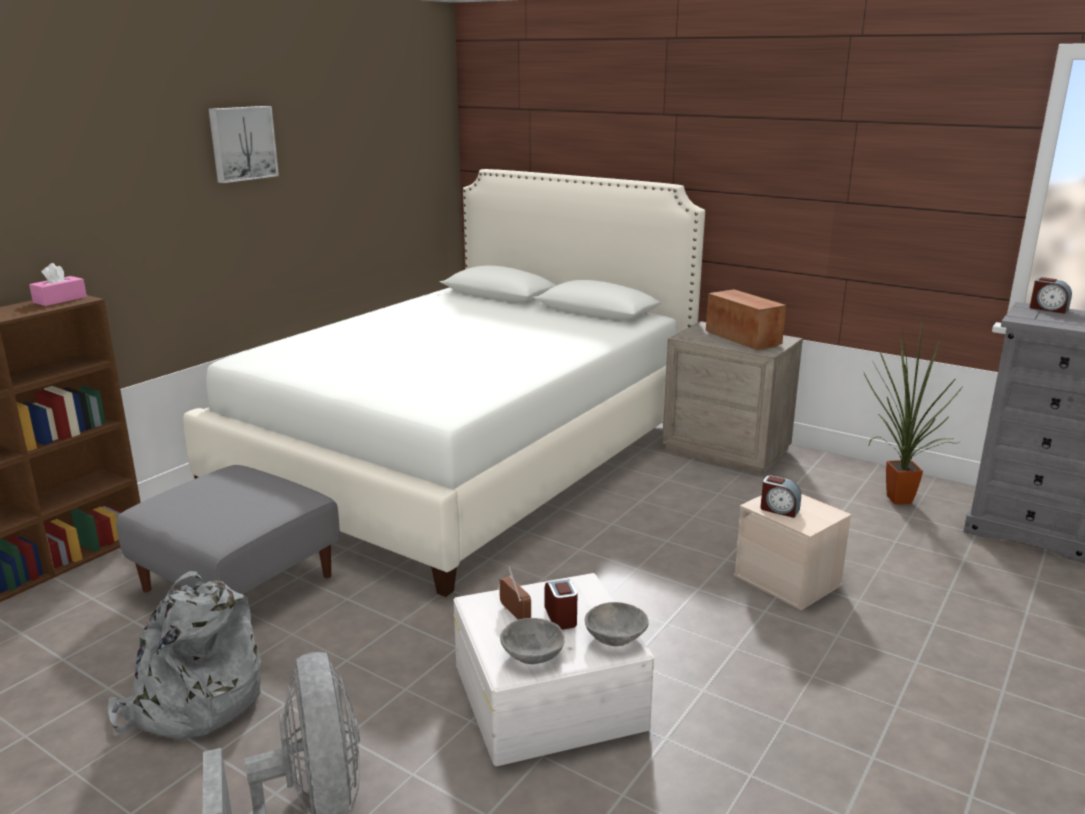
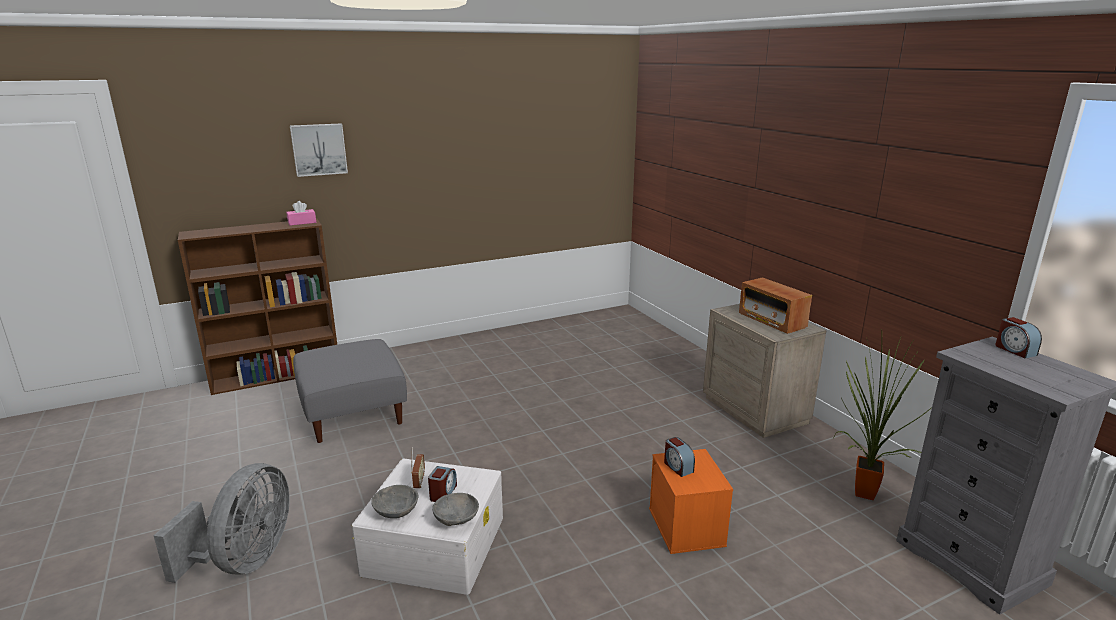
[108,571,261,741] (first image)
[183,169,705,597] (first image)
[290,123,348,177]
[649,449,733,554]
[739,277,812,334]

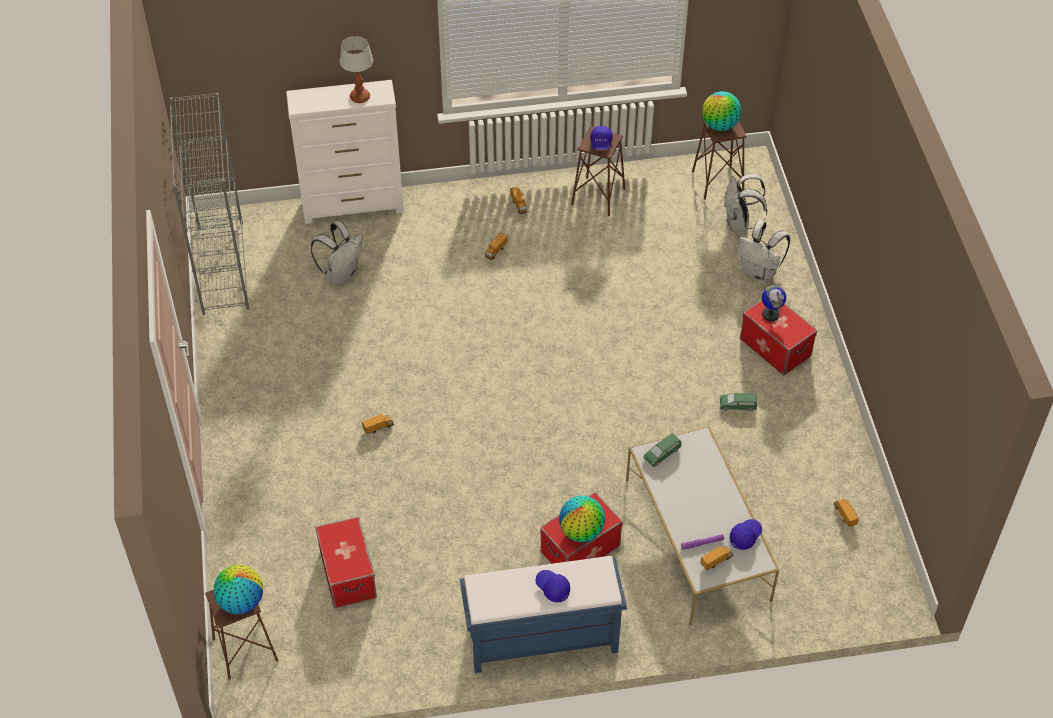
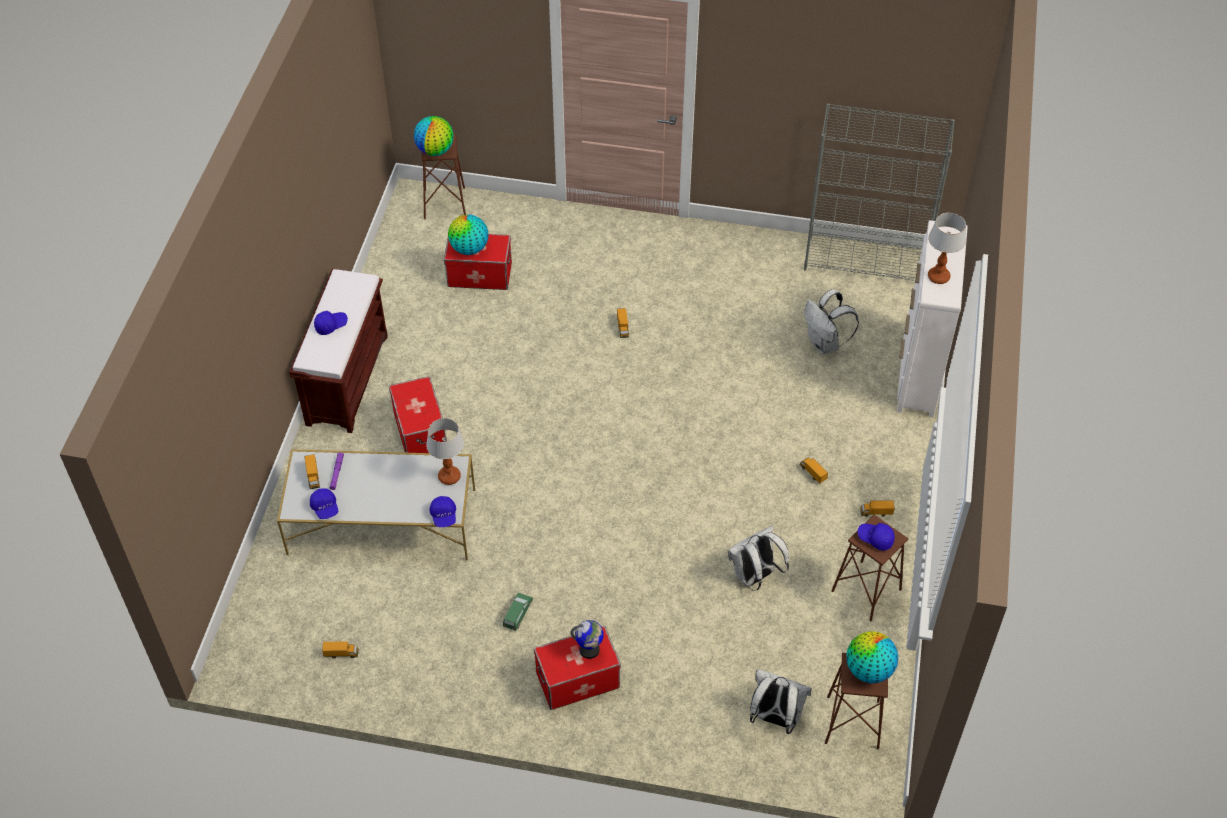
[429,496,456,527]
[448,214,489,255]
[728,526,789,591]
[426,418,464,485]
[289,269,388,433]

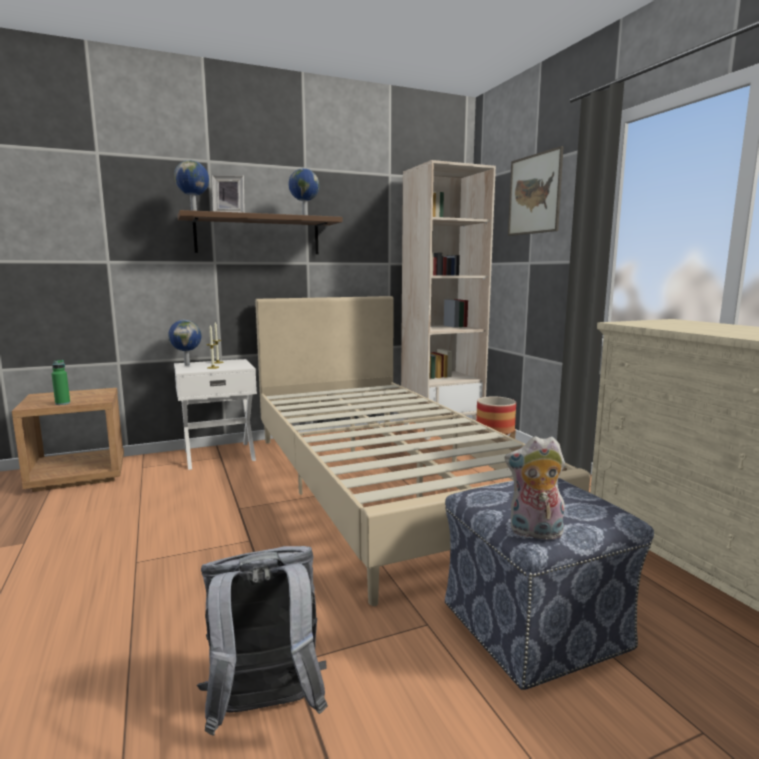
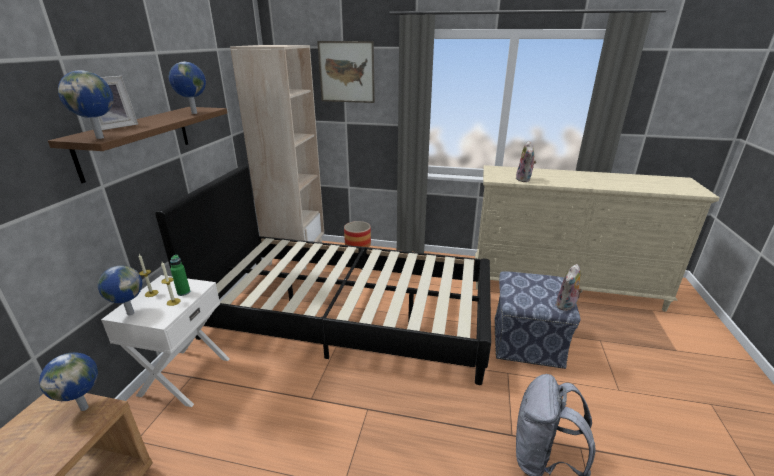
[39,352,98,411]
[516,141,536,182]
[170,255,190,296]
[155,165,491,385]

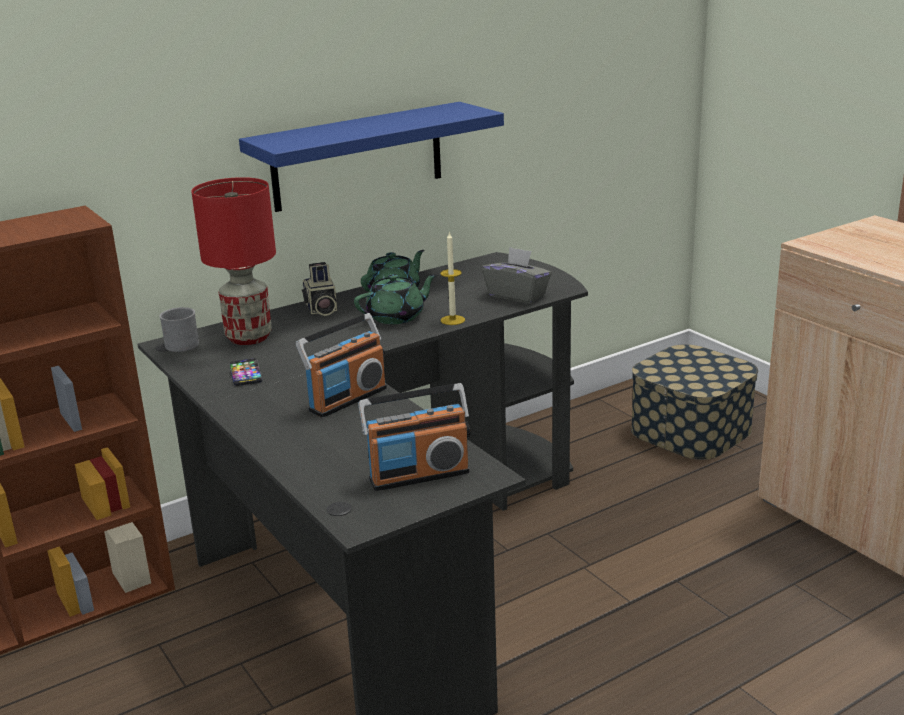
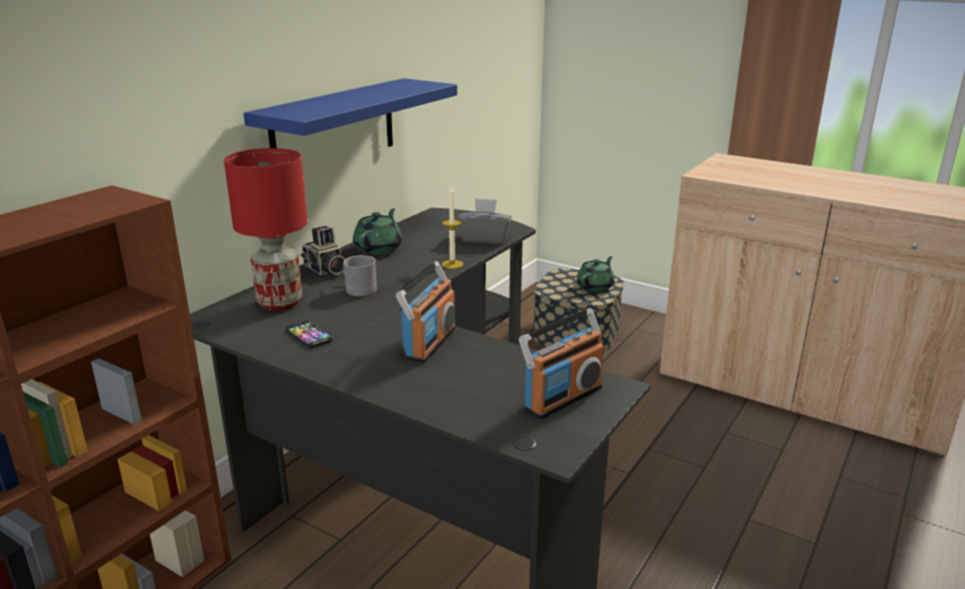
[343,255,377,296]
[577,256,614,292]

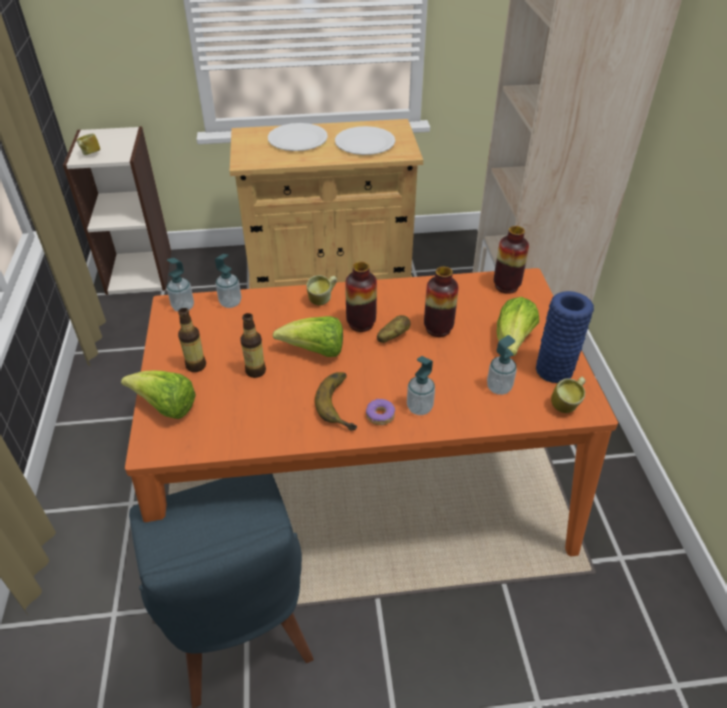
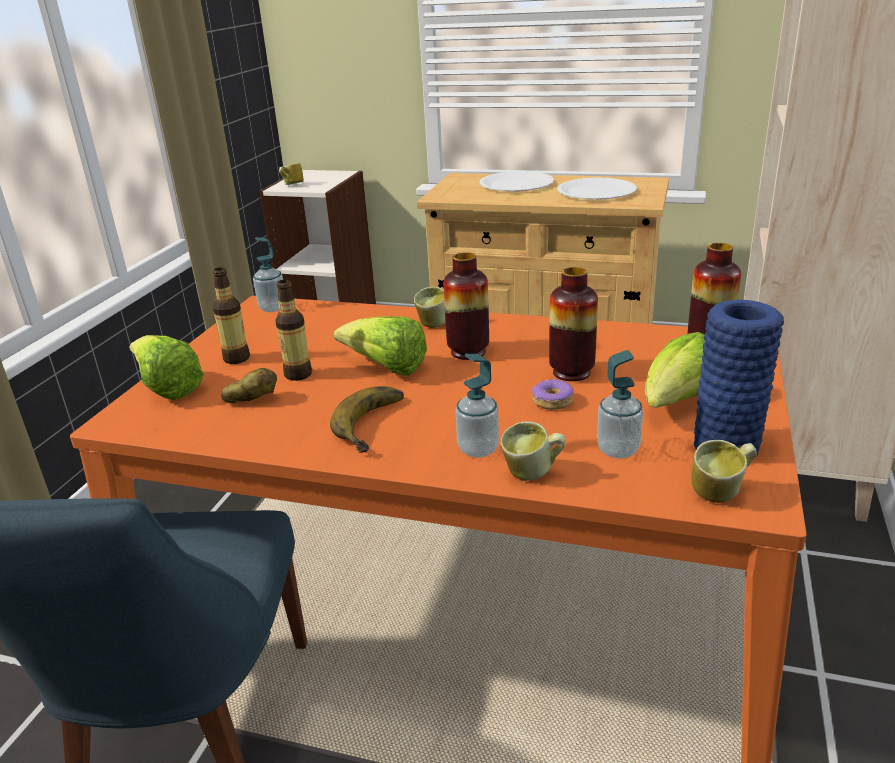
[215,254,241,308] (first image)
[500,421,566,481]
[532,379,574,410]
[221,368,277,403]

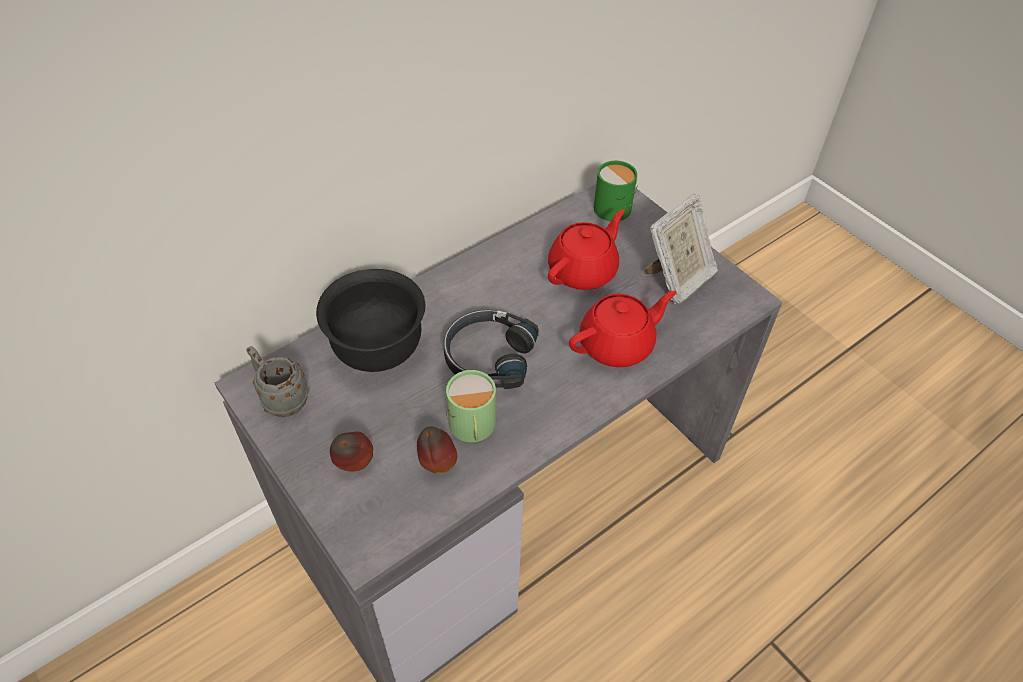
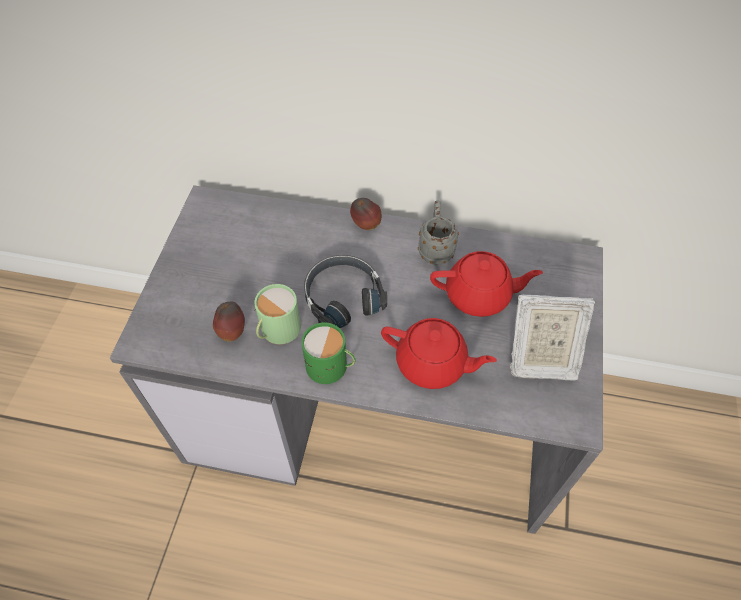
[316,269,425,372] (first image)
[418,200,459,265]
[350,198,381,230]
[302,322,356,384]

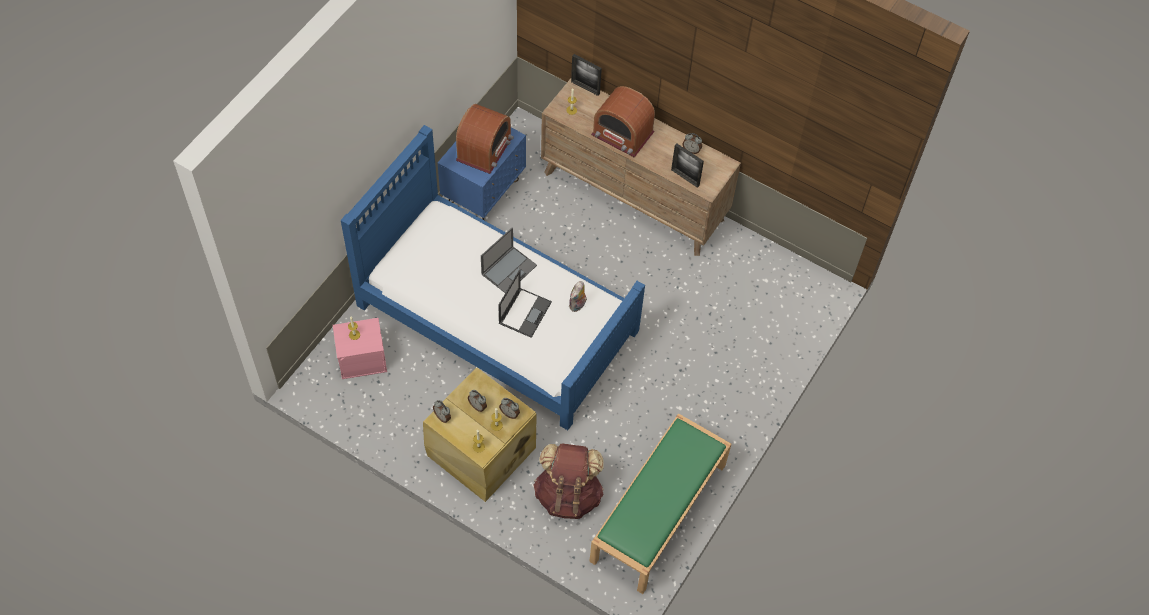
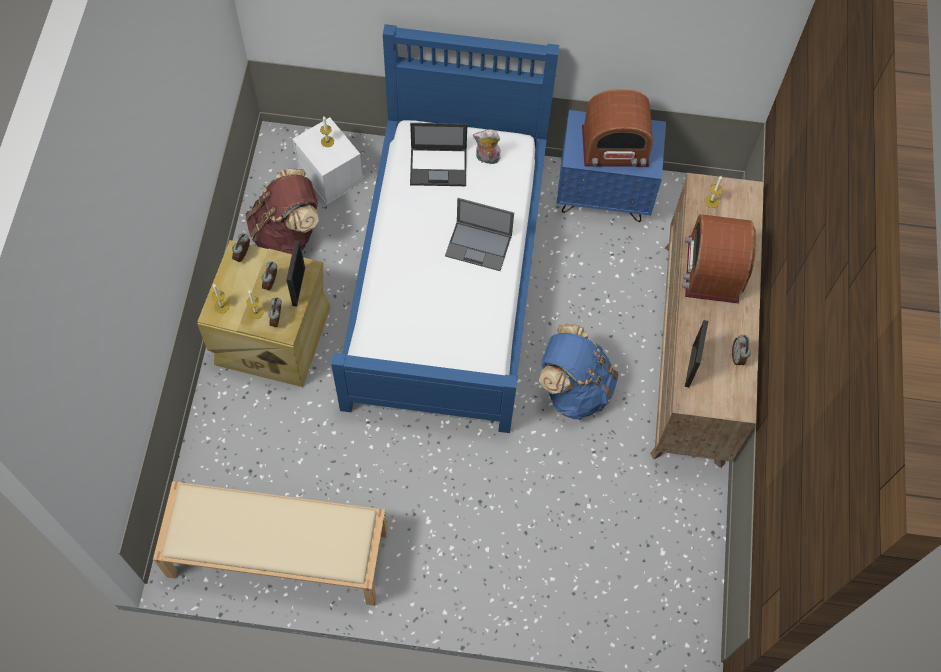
[539,324,618,420]
[410,123,467,186]
[245,169,319,254]
[473,129,501,164]
[286,240,305,306]
[292,117,363,204]
[153,481,388,606]

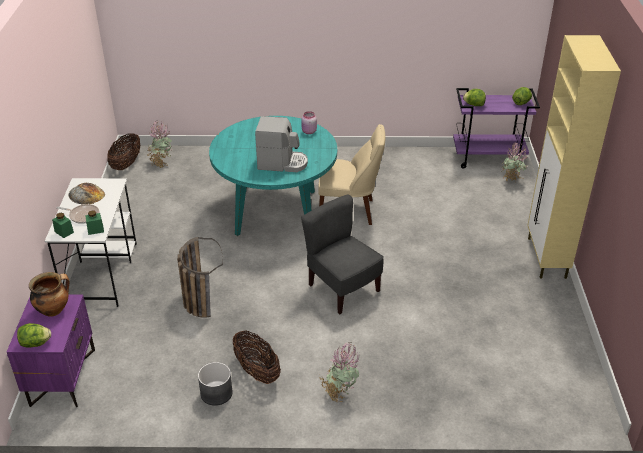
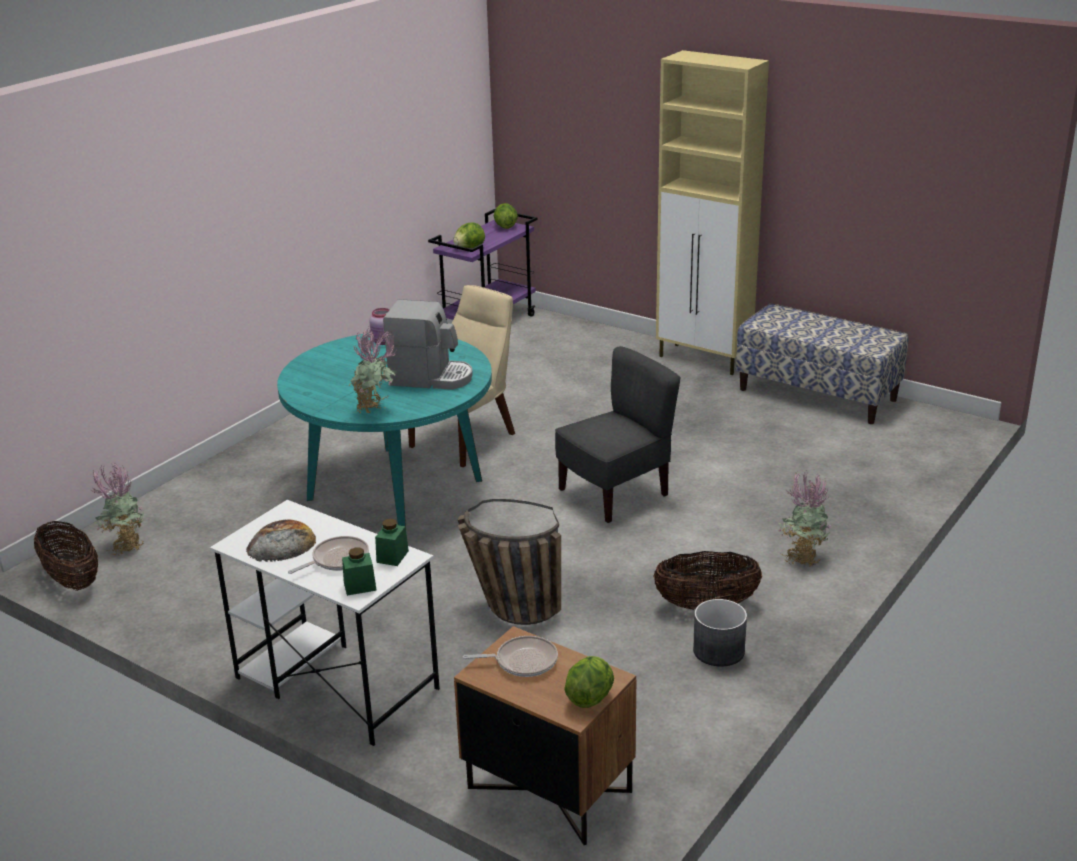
[736,304,909,424]
[349,327,396,413]
[463,636,558,677]
[454,626,636,845]
[383,299,472,390]
[555,346,680,523]

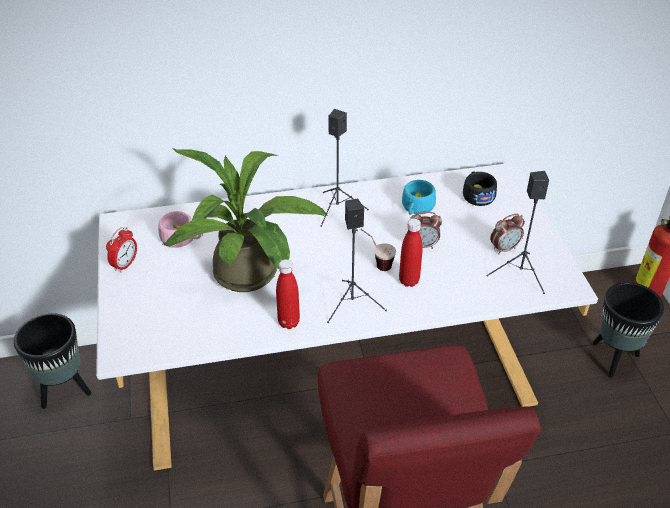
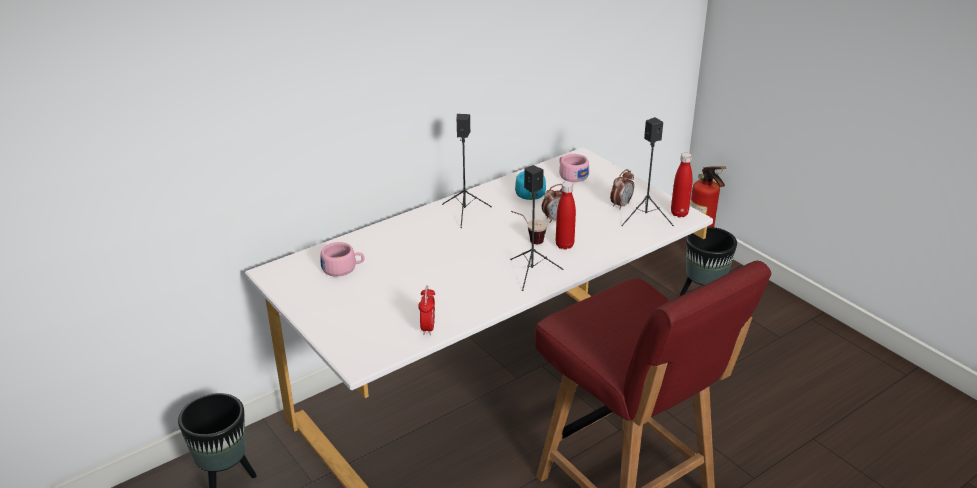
[163,148,328,292] (first image)
[418,285,435,335]
[671,153,692,217]
[559,154,589,182]

